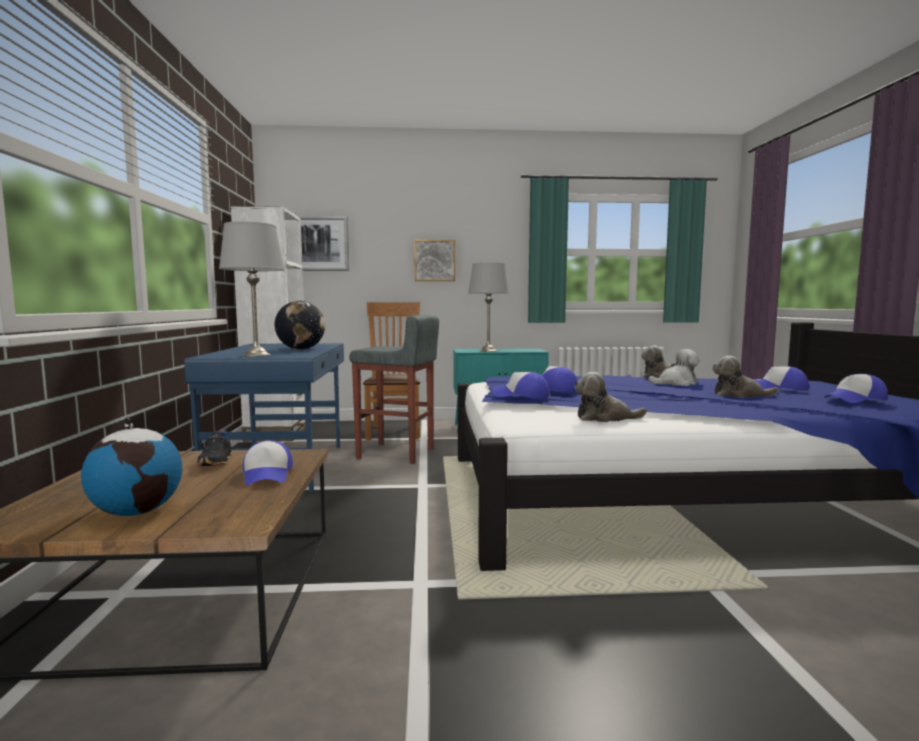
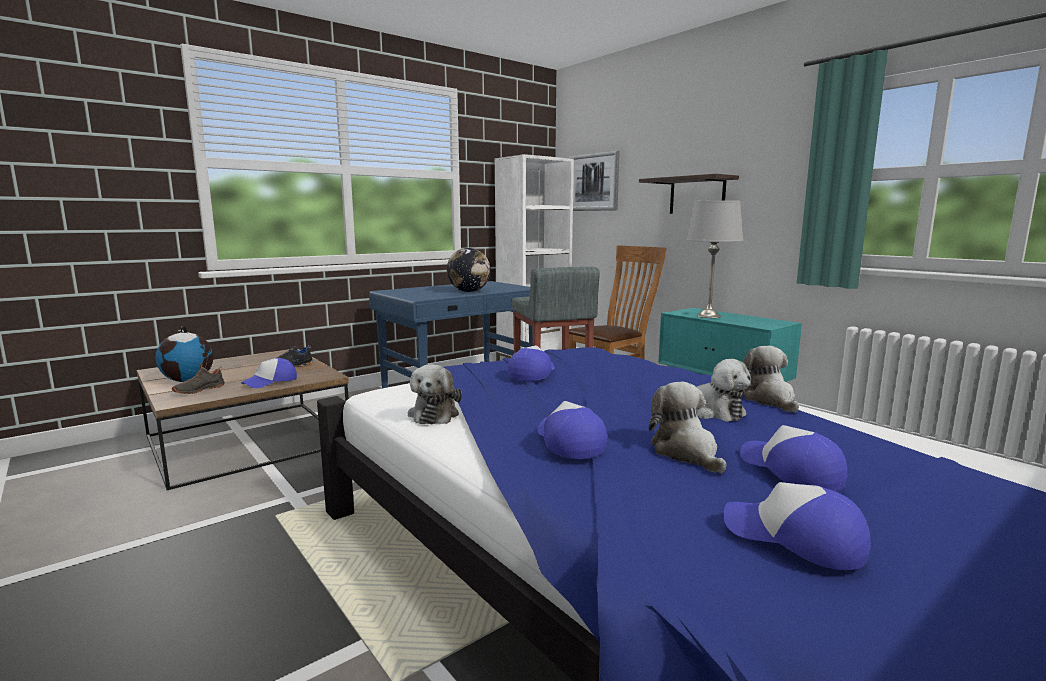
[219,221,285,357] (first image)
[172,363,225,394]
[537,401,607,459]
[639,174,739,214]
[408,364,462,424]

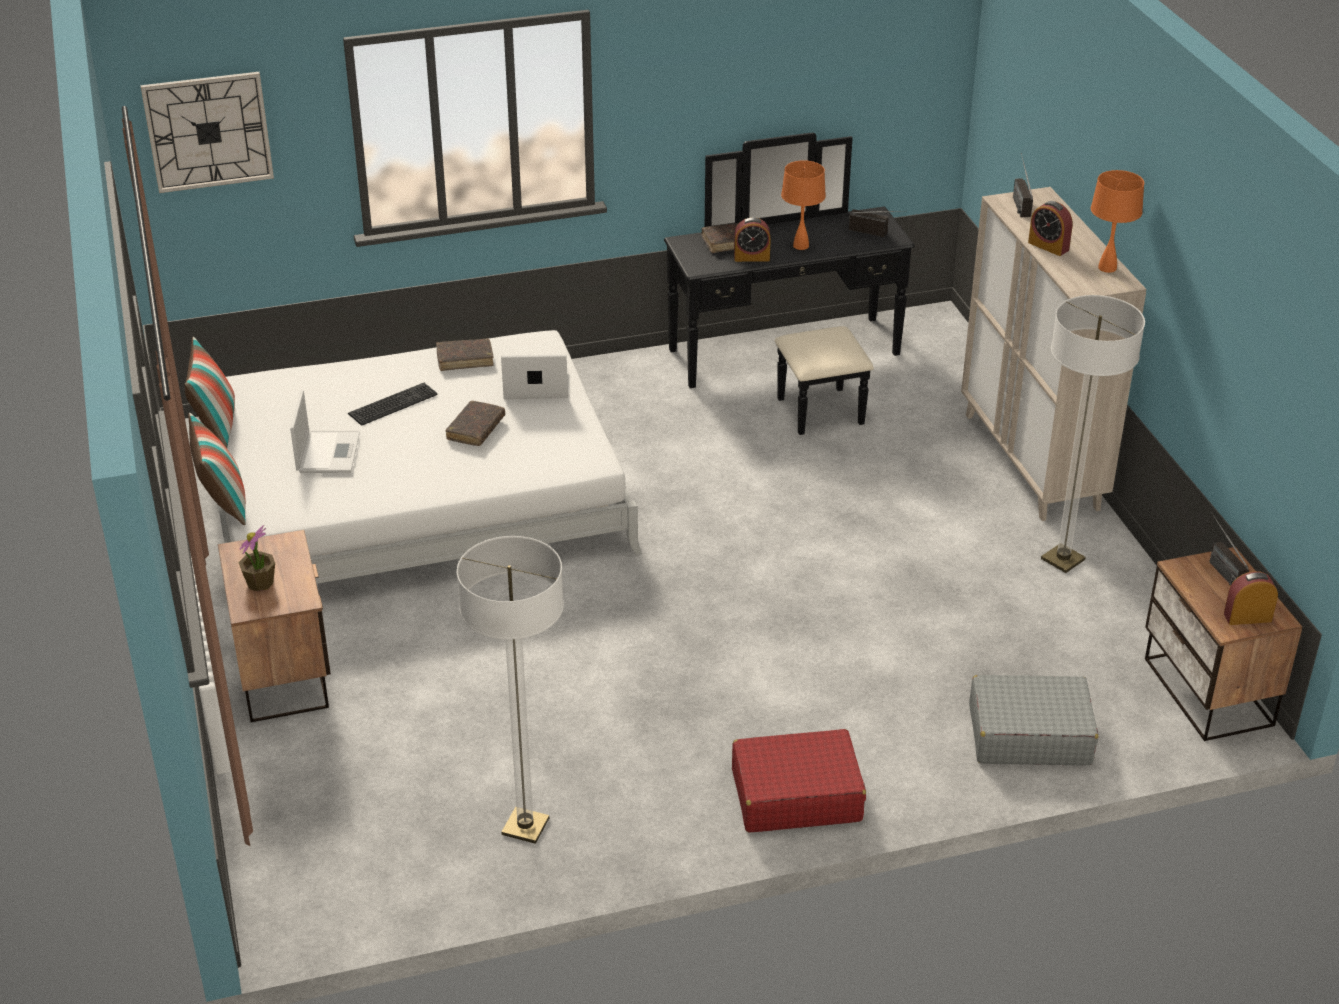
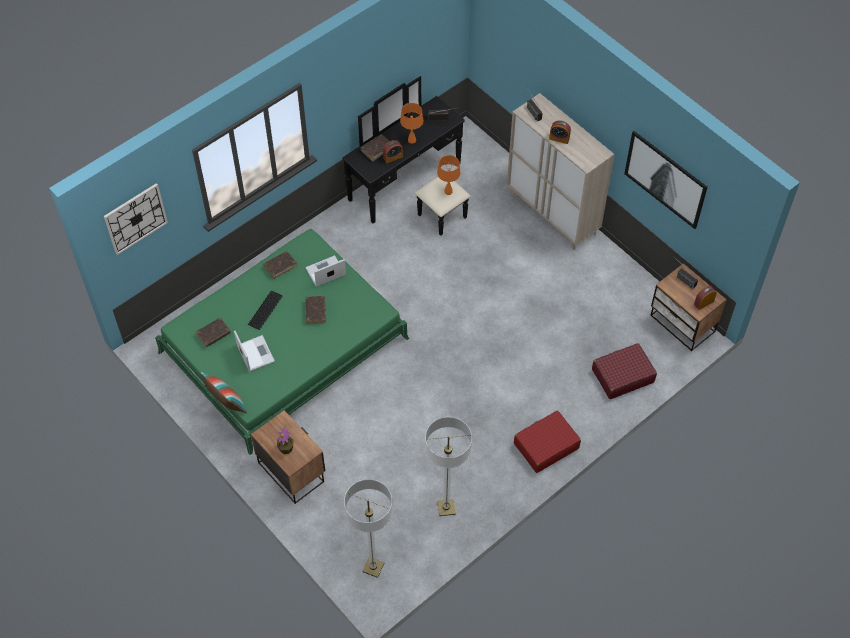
[184,337,235,448] (first image)
[196,318,231,347]
[624,131,708,229]
[344,479,393,578]
[437,155,461,195]
[155,229,409,455]
[592,343,657,399]

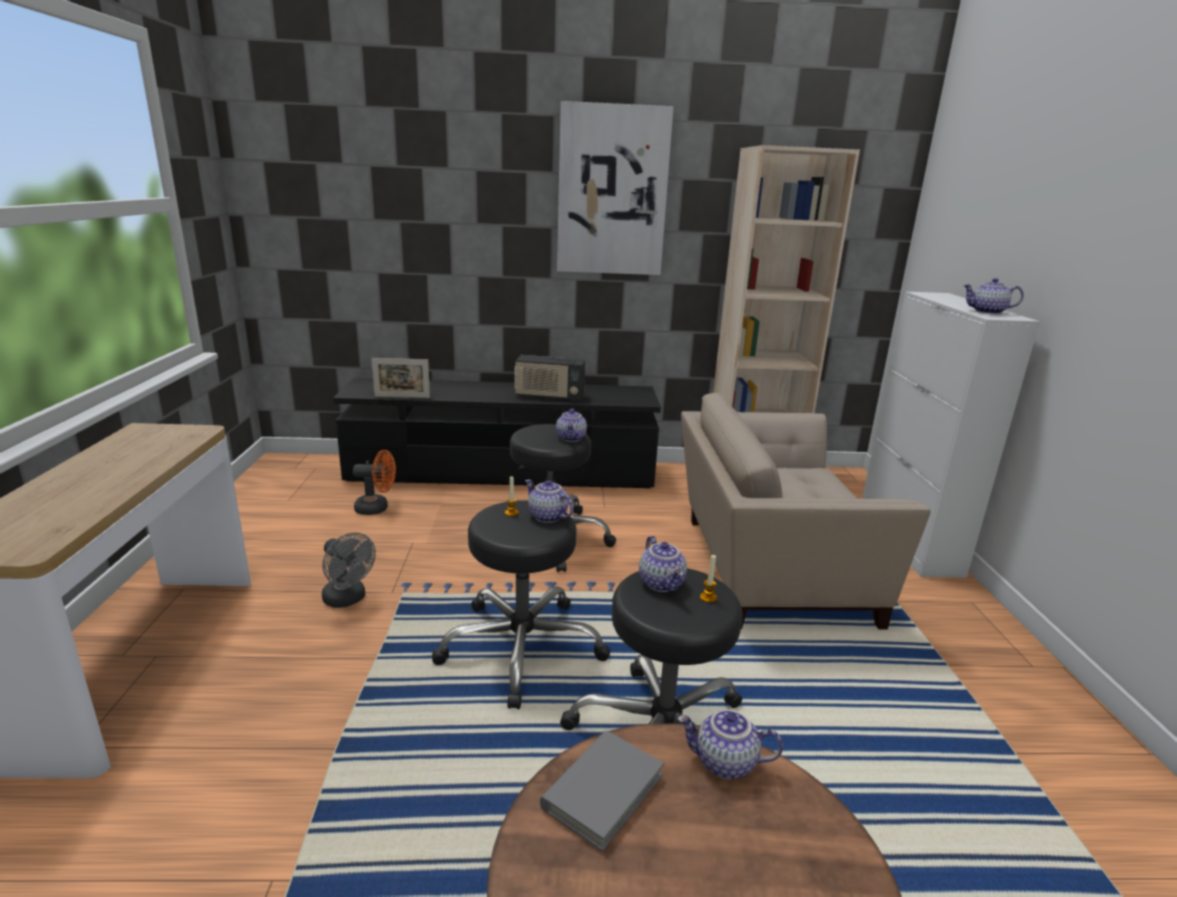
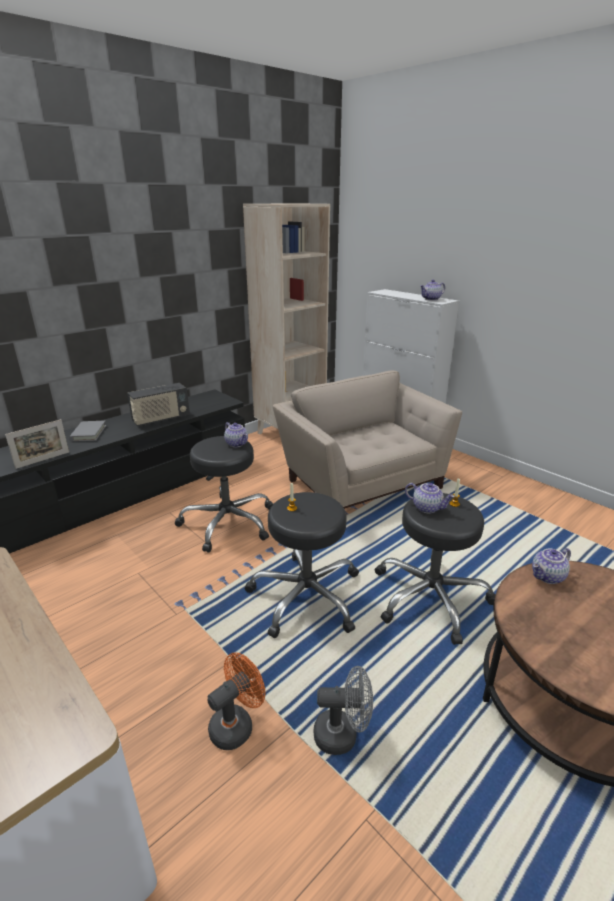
[525,479,574,523] (first image)
[557,101,674,275] (first image)
[314,666,373,755]
[207,653,265,750]
[69,421,106,442]
[273,371,462,509]

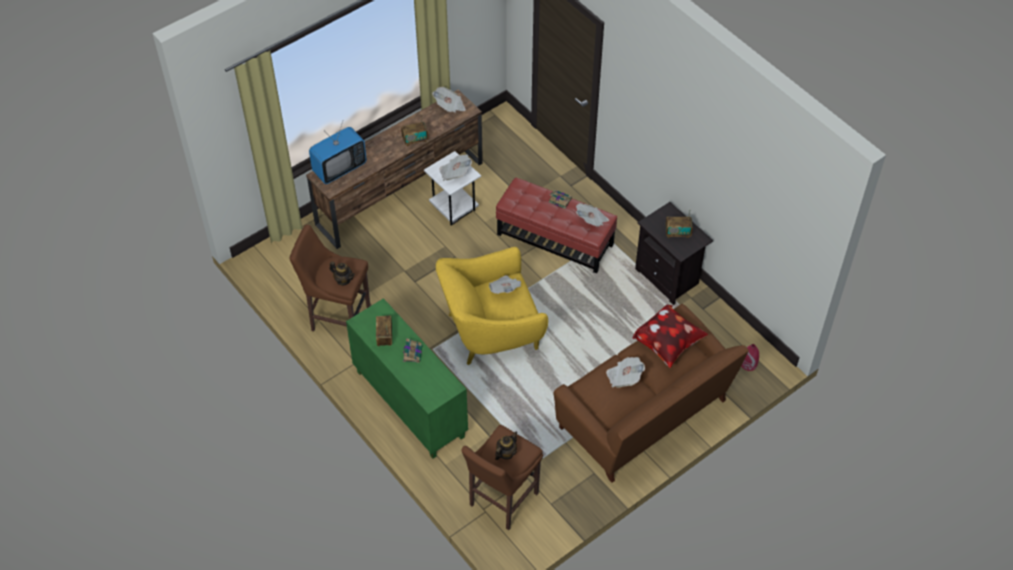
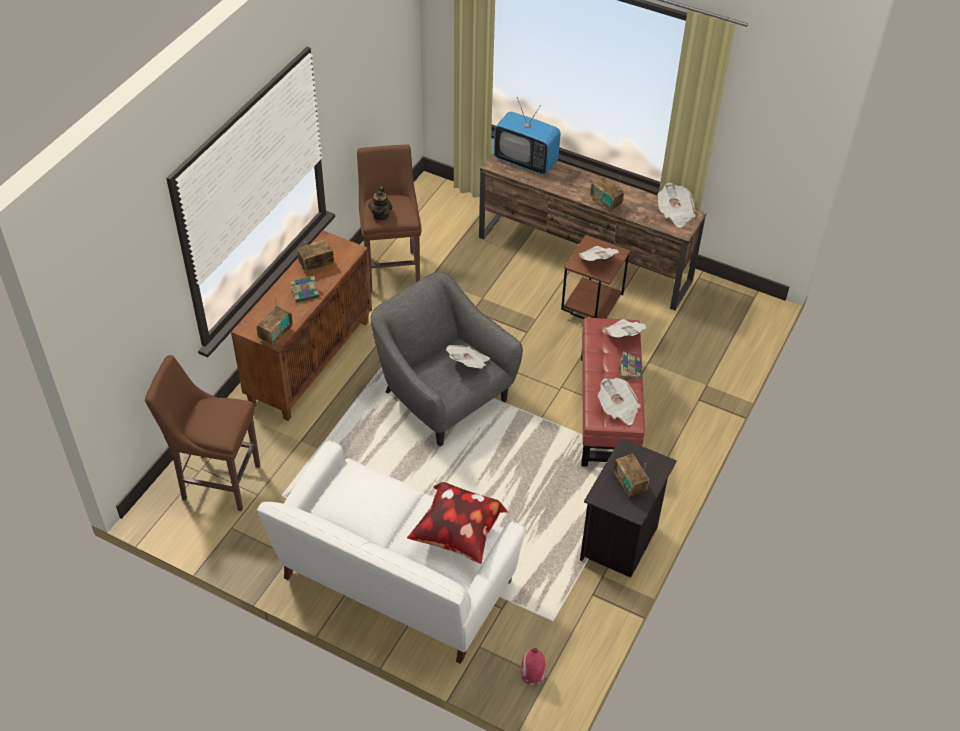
[495,431,518,460] (first image)
[256,296,293,346]
[604,319,647,337]
[231,231,372,421]
[561,235,631,319]
[371,272,523,446]
[257,440,526,664]

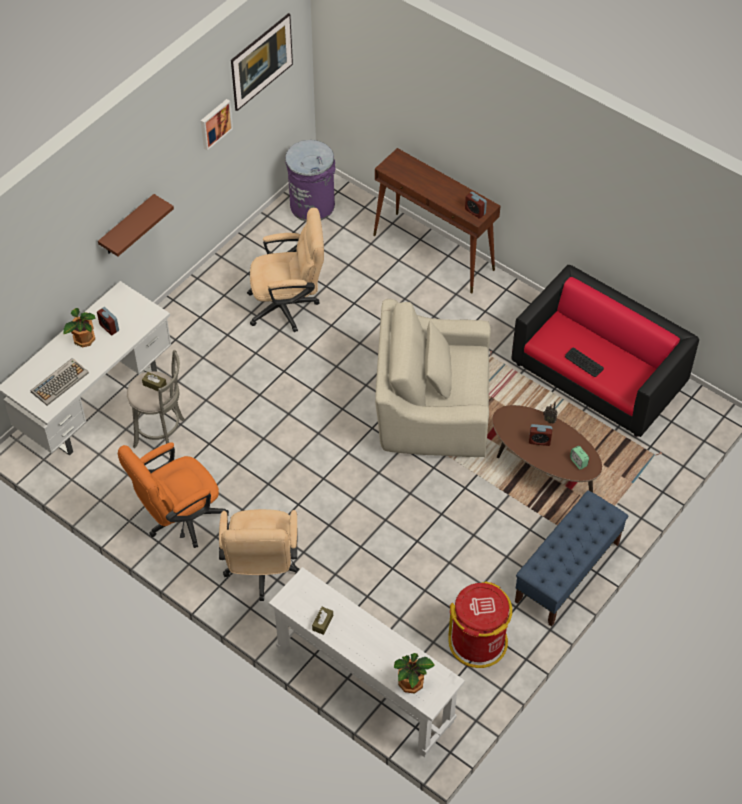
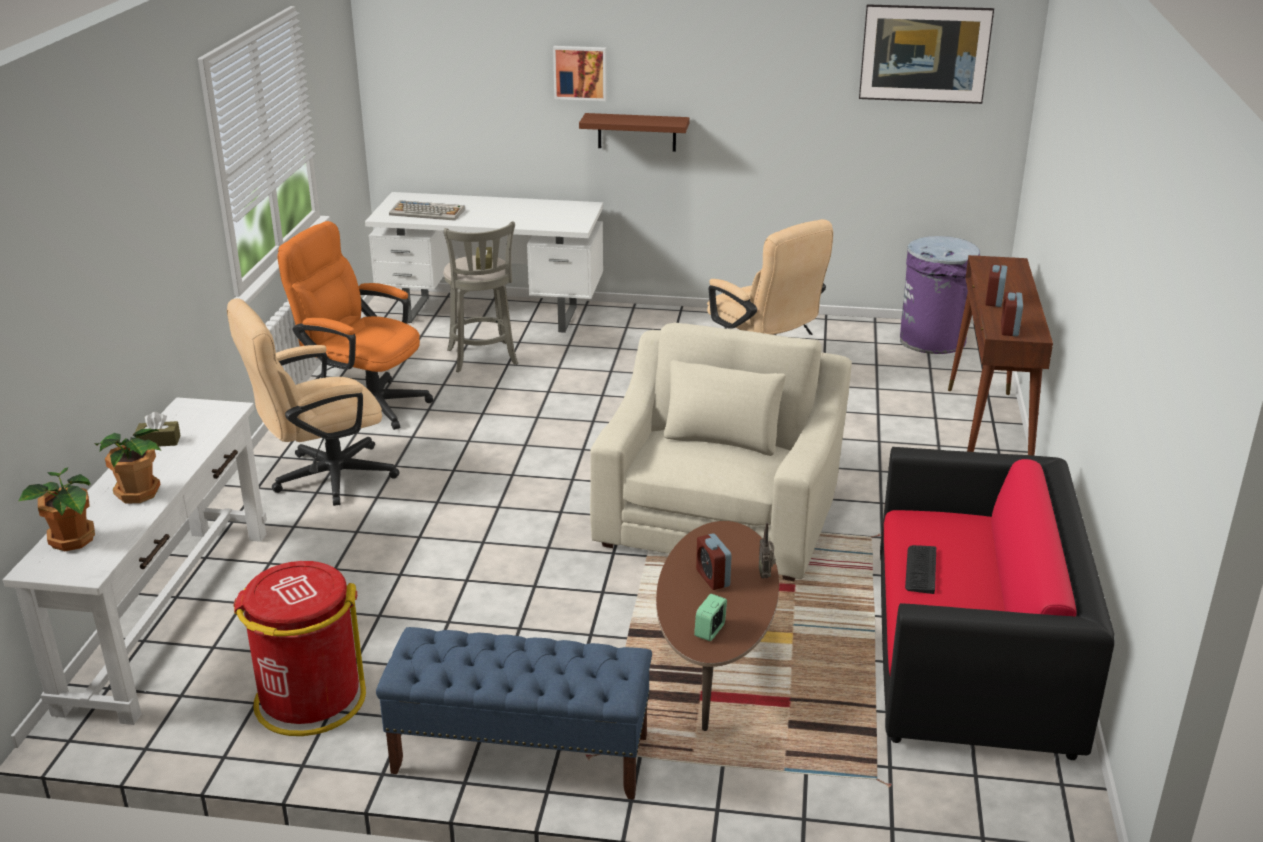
[94,429,161,503]
[985,264,1007,307]
[553,46,607,101]
[590,323,852,581]

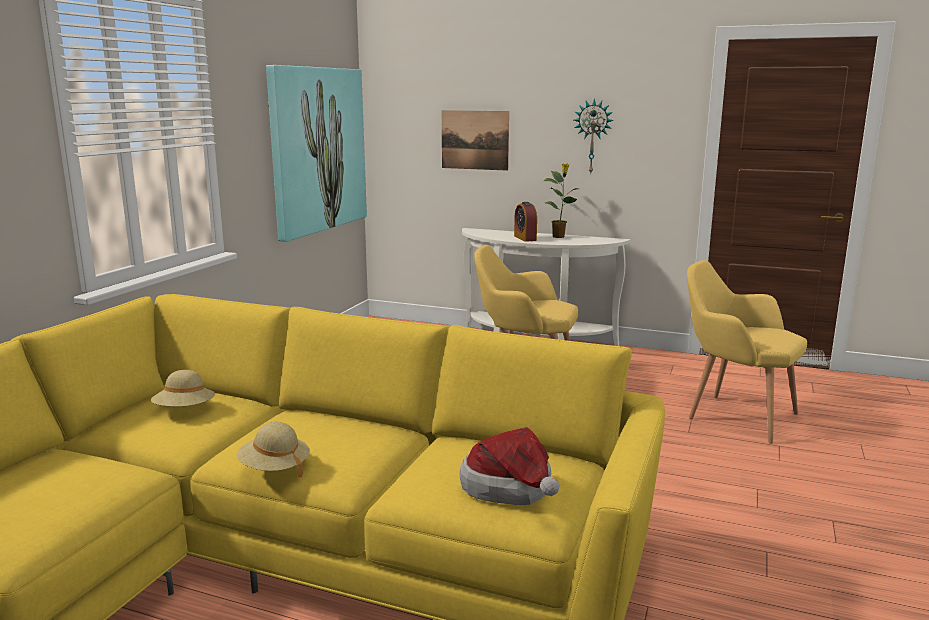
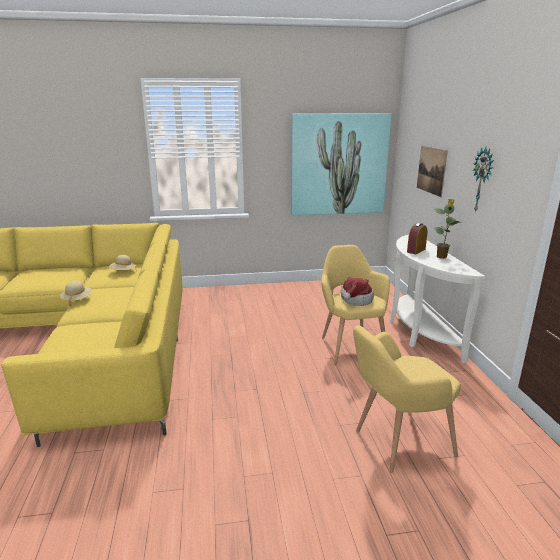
[341,277,374,306]
[353,325,461,473]

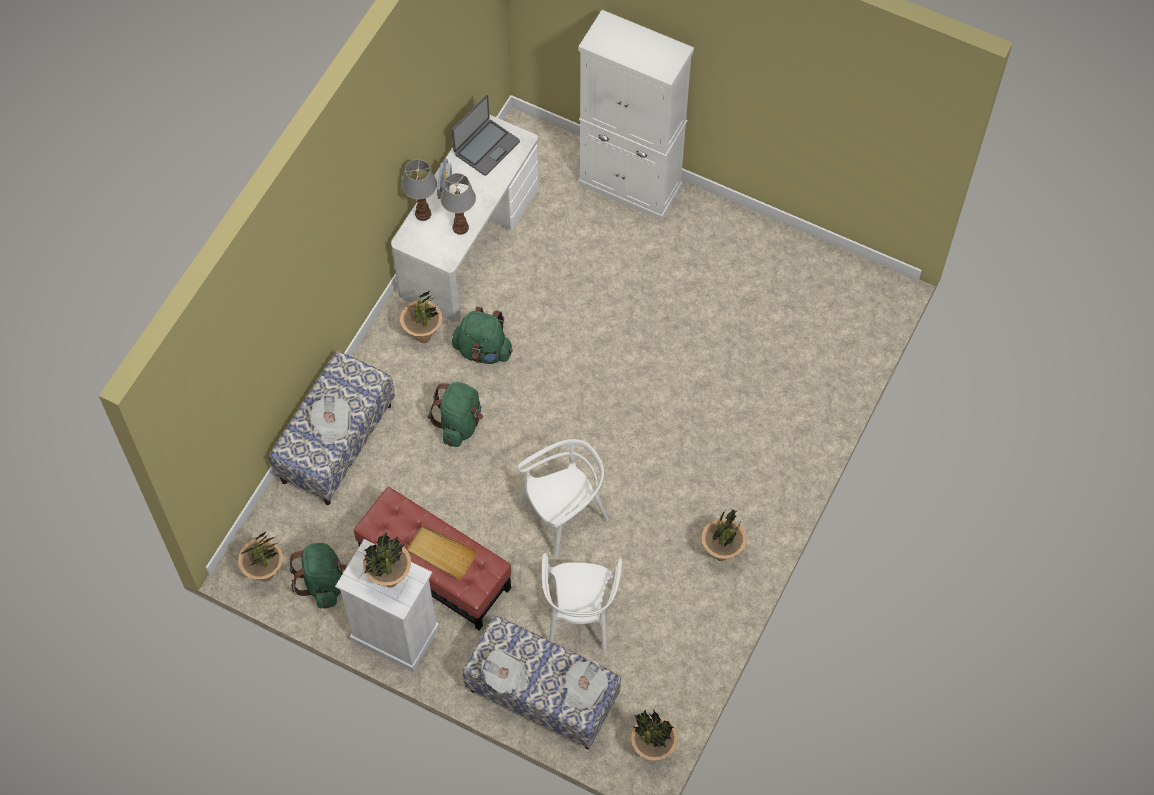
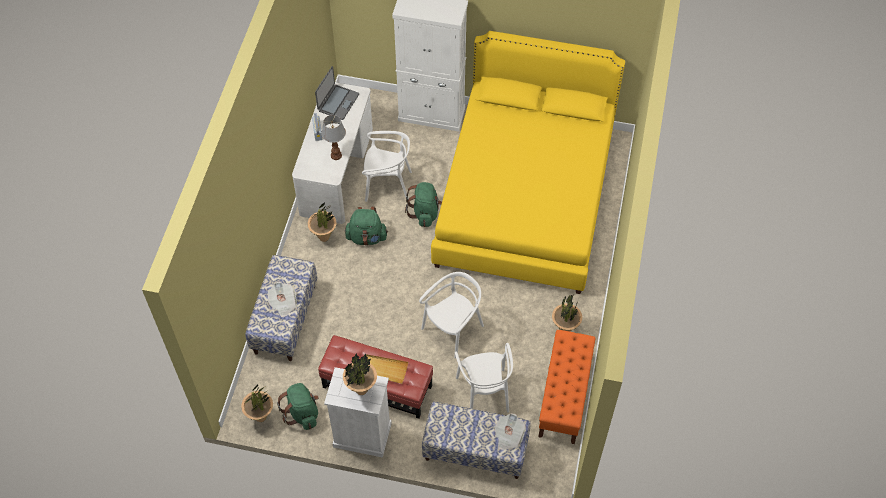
[402,159,437,221] (first image)
[481,649,527,694] (first image)
[631,710,678,761] (first image)
[362,131,412,202]
[431,31,625,294]
[538,330,595,444]
[405,182,442,227]

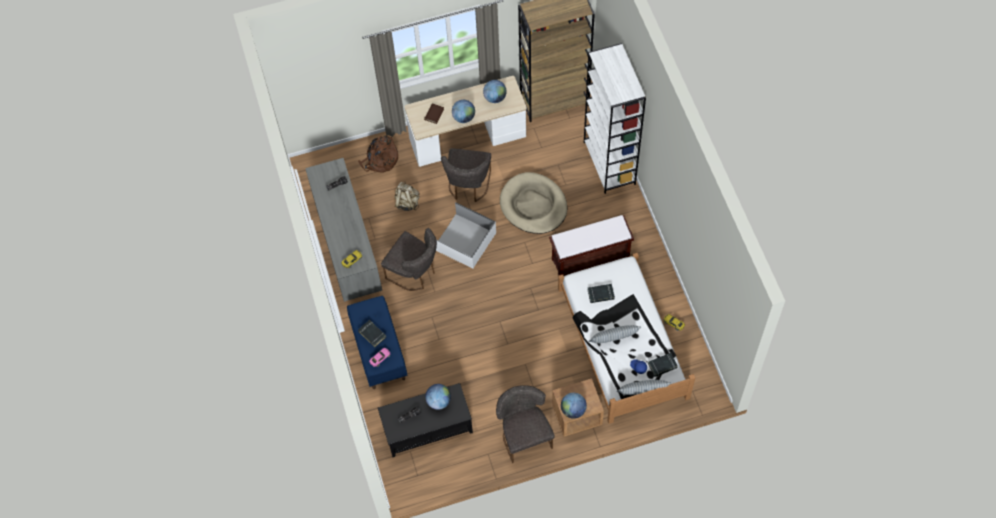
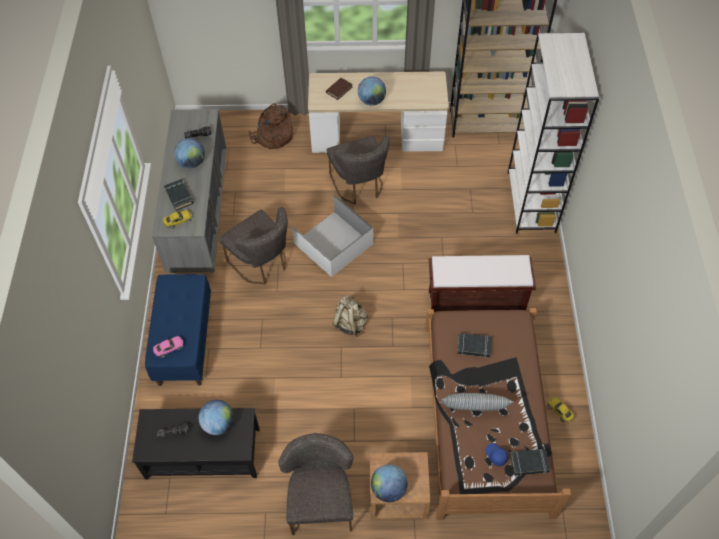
[500,172,567,234] (first image)
[617,380,671,395] (first image)
[164,179,194,211]
[332,295,368,337]
[174,138,205,168]
[425,308,571,520]
[326,136,390,204]

